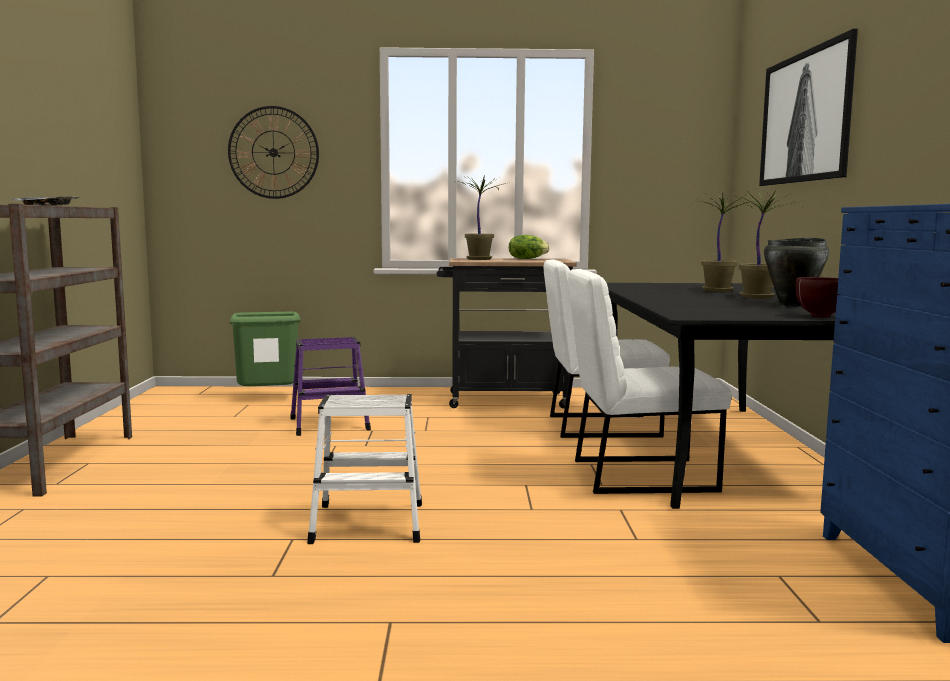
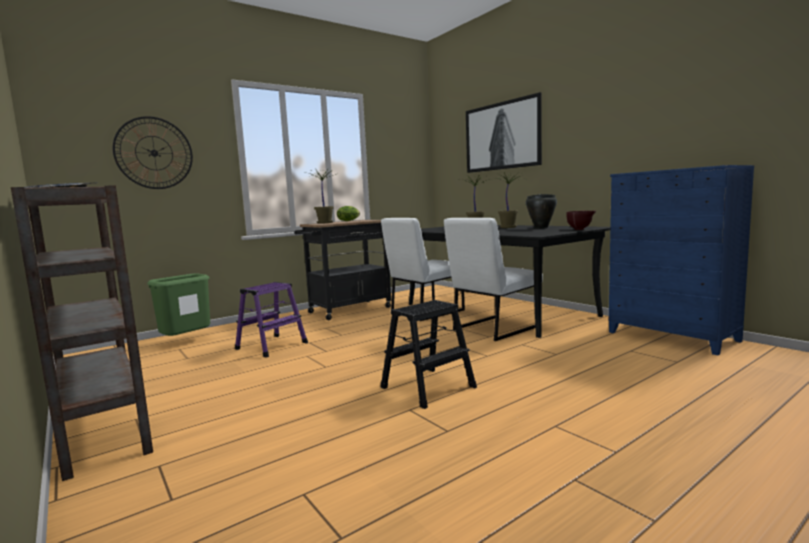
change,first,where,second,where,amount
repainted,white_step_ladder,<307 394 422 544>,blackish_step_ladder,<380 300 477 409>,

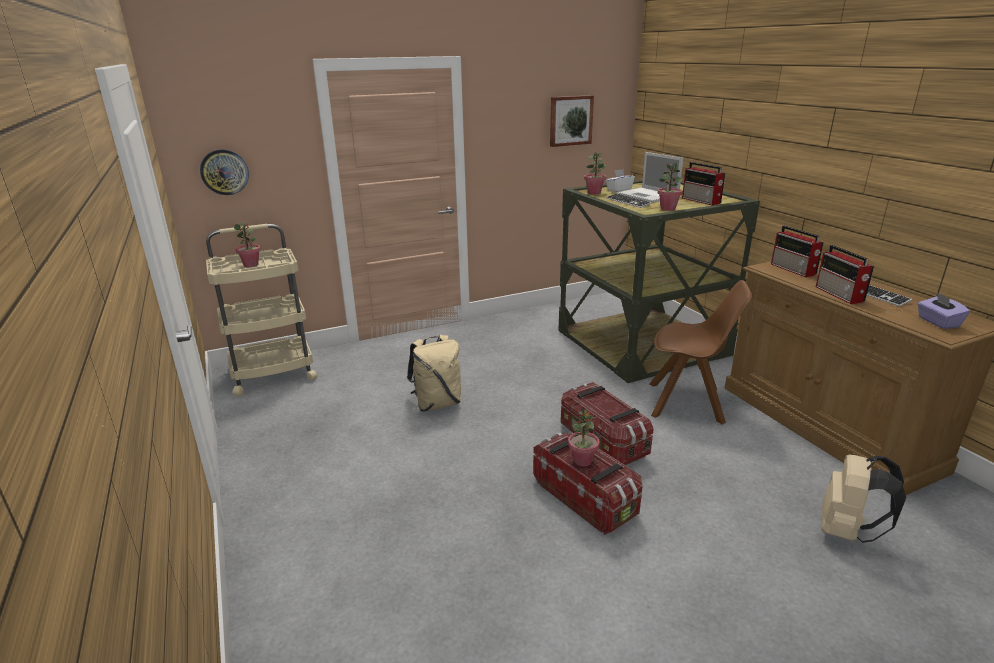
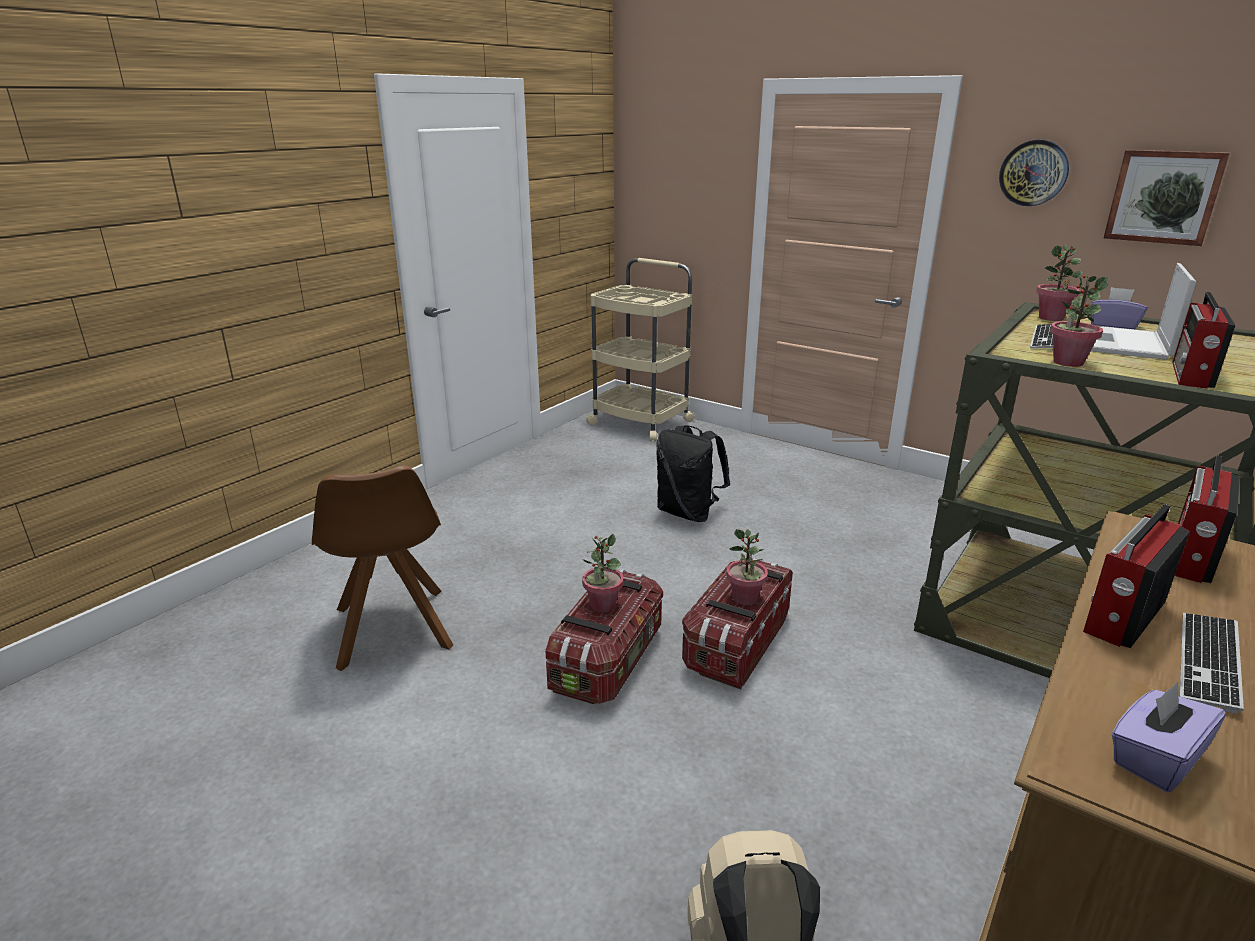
change,first,where,second,where,amount
shifted,hanging_clock,<200 149 249 195>,,<999 140 1069 206>,
shifted,plant_in_a_pot,<234 223 261 267>,,<727 529 768 605>,
repainted,beige_knapsack,<407 335 461 412>,blackish_knapsack,<656 425 730 522>,
repainted,white_tissue_holder,<606 169 635 192>,purplish_tissue_holder,<1091 287 1148 329>,
shifted,brown-coloured_chair,<650 280 753 424>,,<312 465 453 671>,

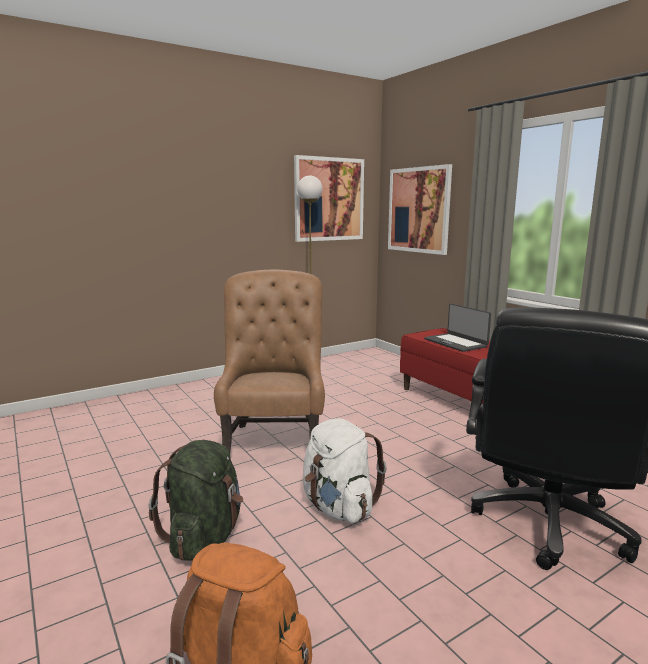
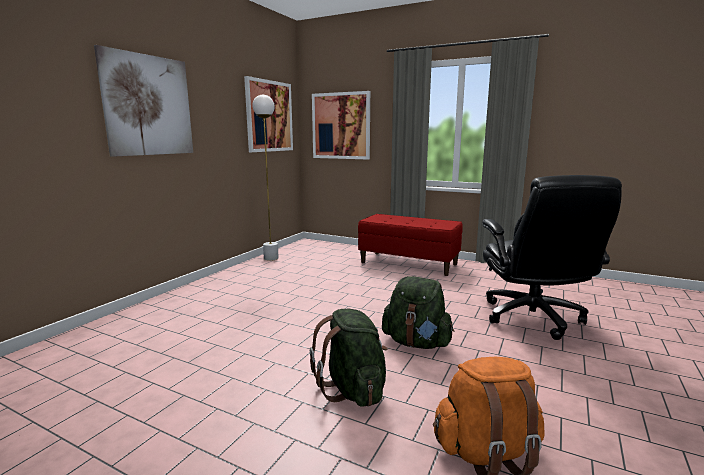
change,first,where,second,where,amount
gone,brown-coloured_chair,<214 270 325 453>,,,
repainted,white_knapsack,<303 419 387 523>,green-coloured_knapsack,<382 276 454 349>,
gone,notebook_computer,<424 303 491 352>,,,
new,,,wall_art,<94 45 193 157>,

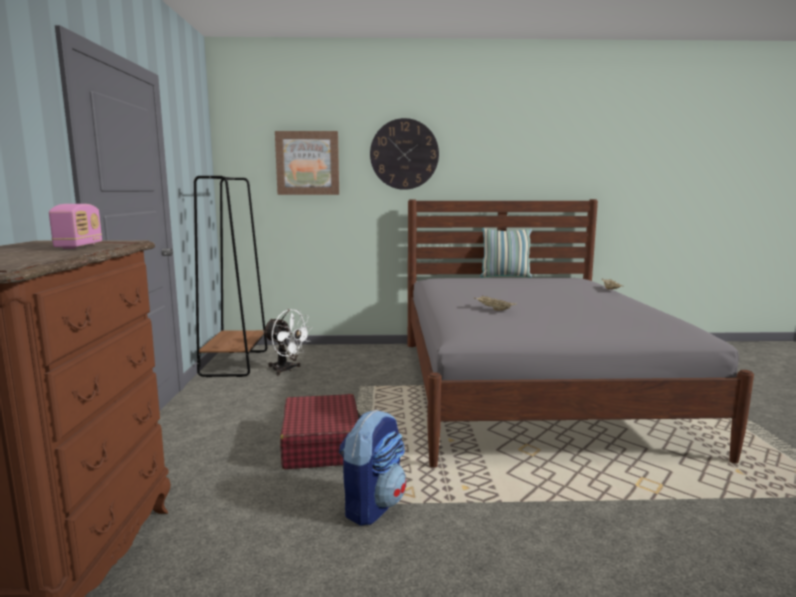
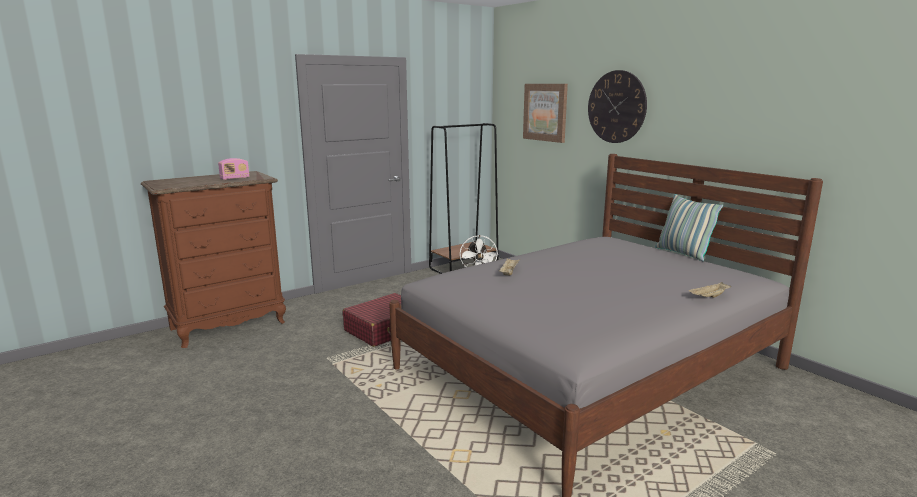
change,first,where,second,where,amount
gone,knapsack,<339 410 406 526>,,,

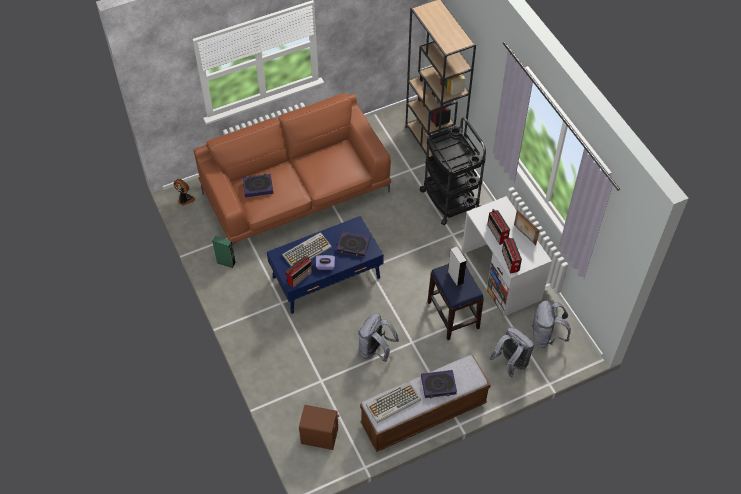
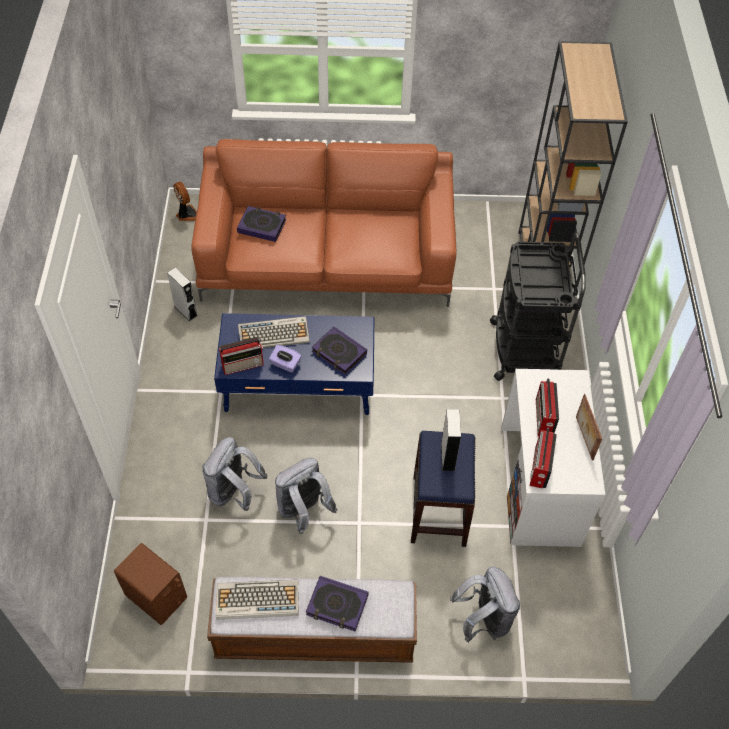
change,first,where,second,where,amount
repainted,green-coloured_audio_speaker,<212 236 236 268>,gray_audio_speaker,<167 268 197 321>,
shifted,gray_knapsack,<532 300 571 348>,,<202 437 268 511>,

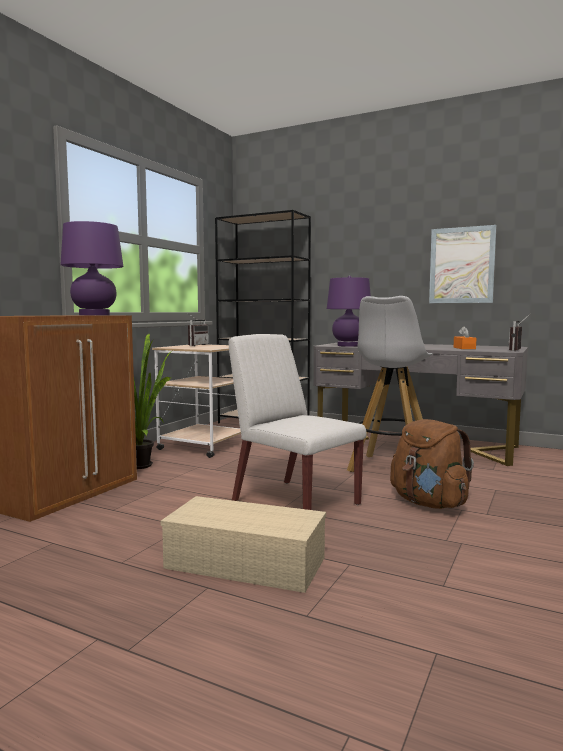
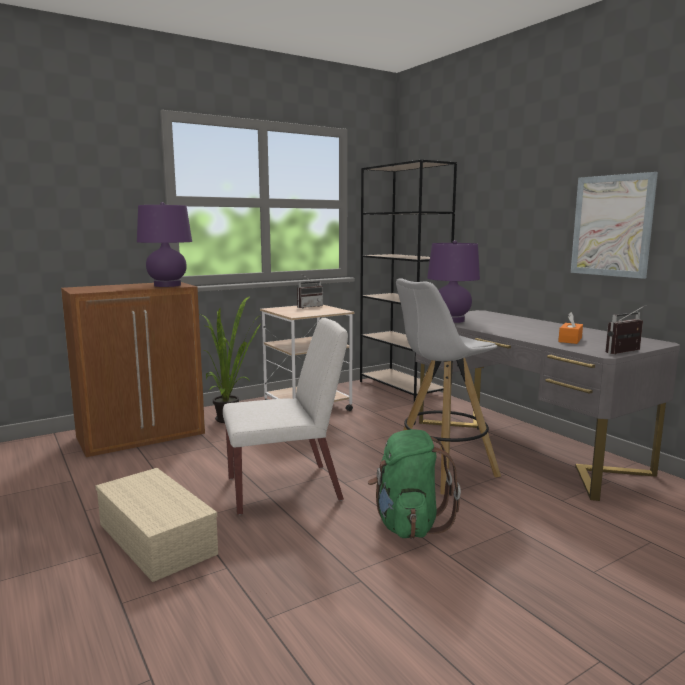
change,first,where,second,where,amount
rotated,white_chair,<229 334 366 510>,,<223 318 348 515>,90 degrees clockwise
repainted,brown-coloured_knapsack,<390 419 474 509>,green-coloured_knapsack,<368 429 461 538>,

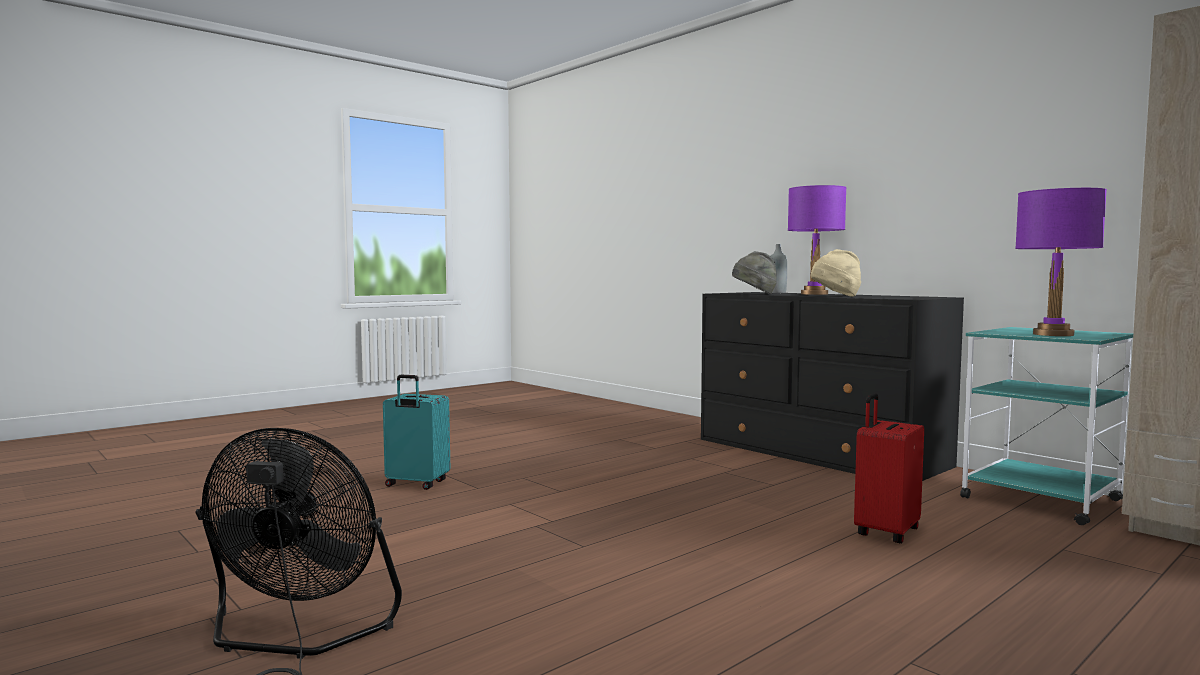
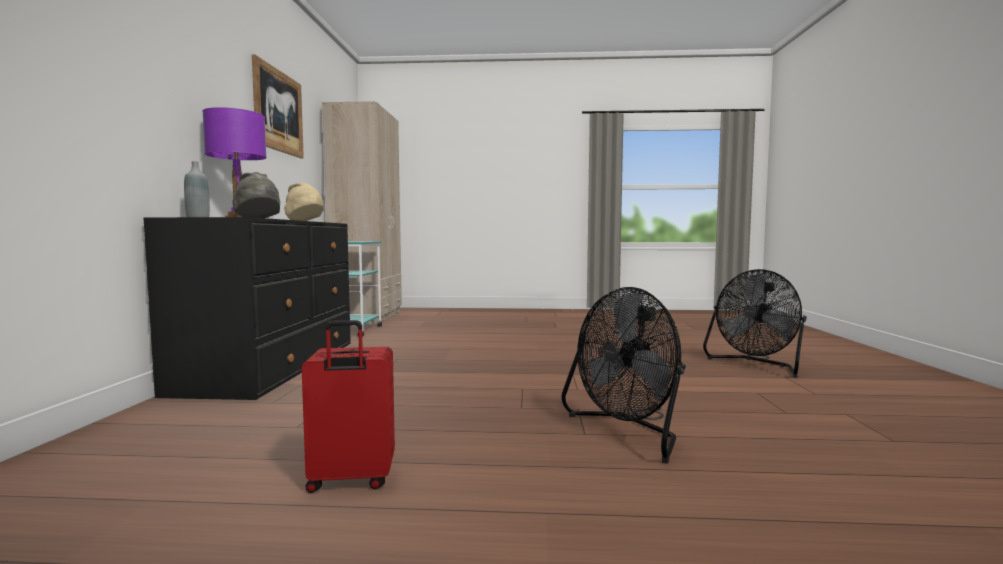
change,first,where,second,where,amount
swapped,turquoise-coloured_travel_case,<383 375 450 490>,blackish_electric_fan,<562 287 686 464>,
shifted,red-coloured_travel_case,<854 393 924 543>,,<302 320 395 493>,
gone,purplish_table_lamp,<1015 188 1107 336>,,,
new,,,wall_art,<252 54 304 158>,

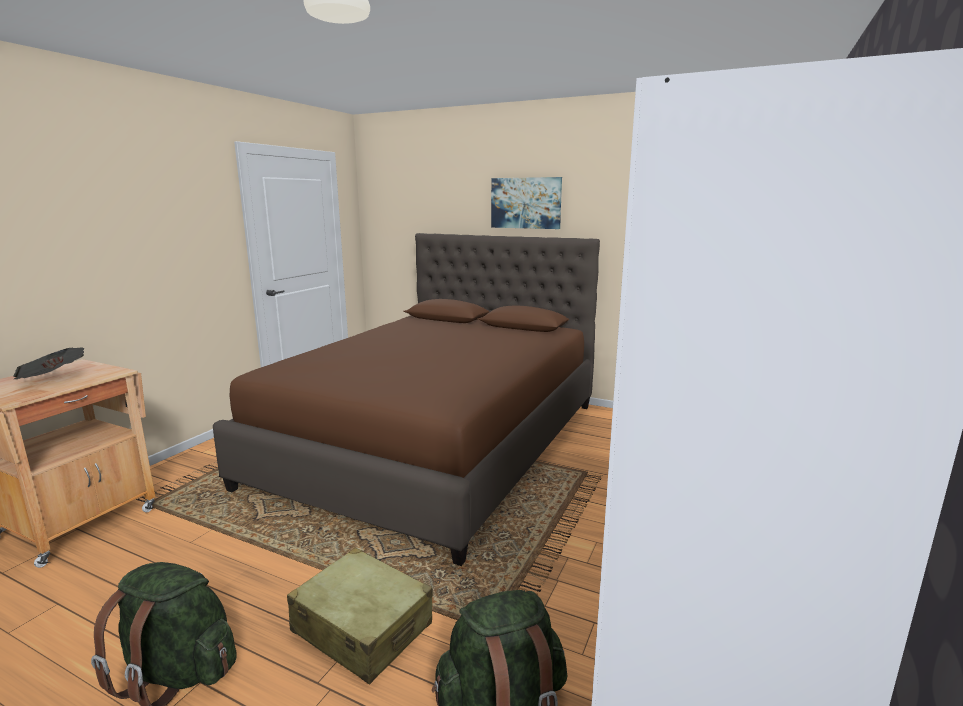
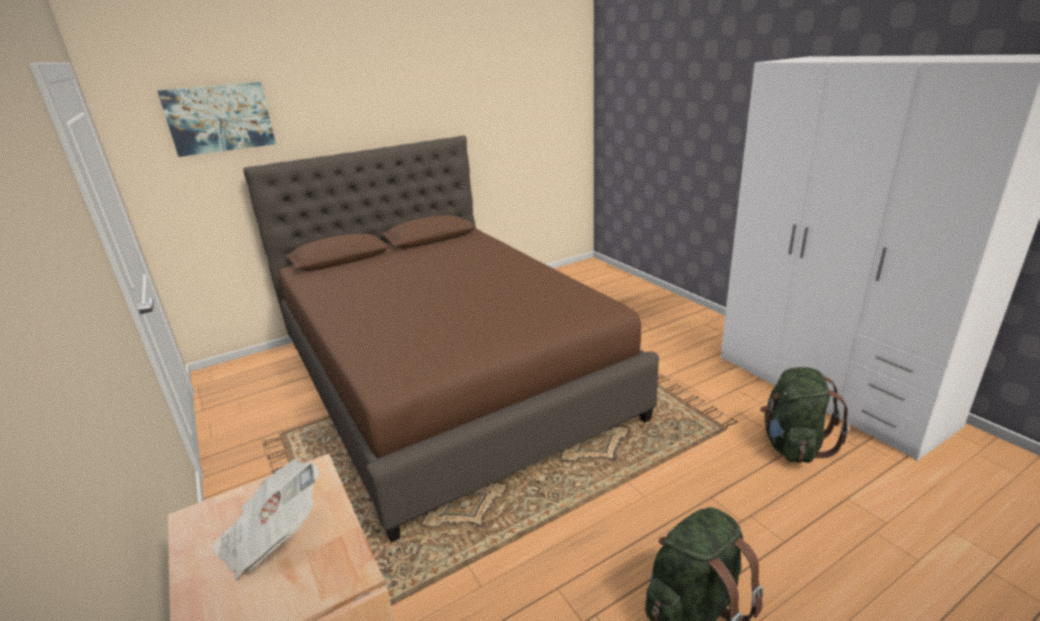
change,first,where,second,where,amount
gone,beige_travel_case,<287 547 433 685>,,,
shifted,wall_art,<491 177 562 229>,,<157 82 276 157>,

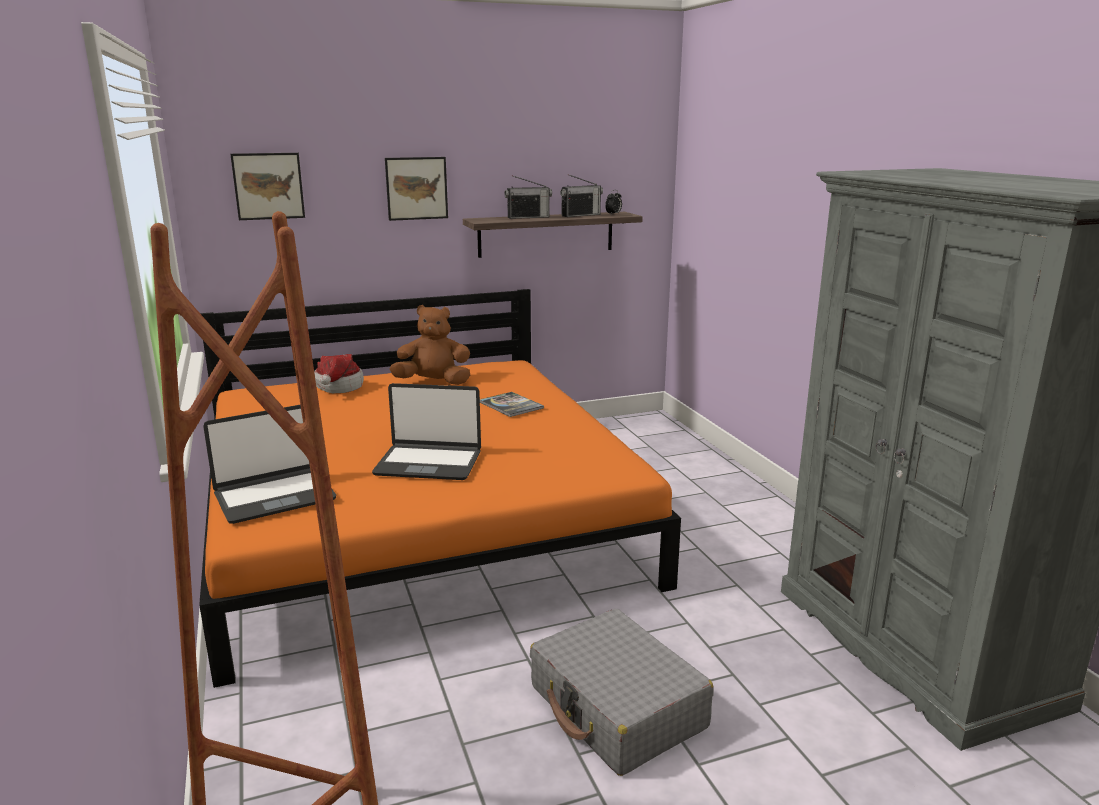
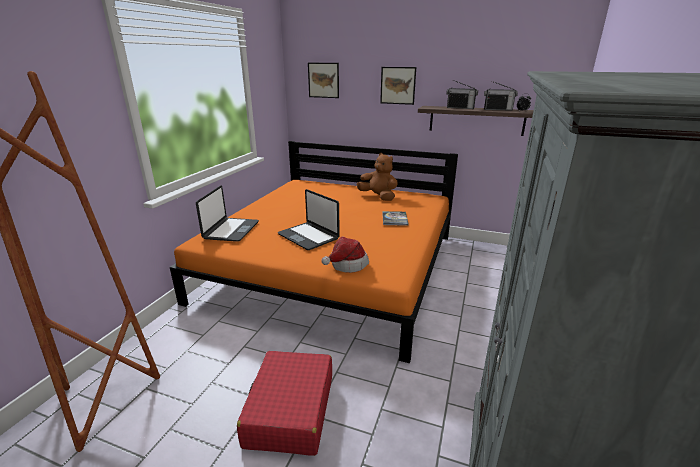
change,first,where,second,where,amount
rotated,notebook_computer,<203 405 336 524>,,<196 186 259 242>,90 degrees counterclockwise
shifted,wearable_hat,<314 354 364 393>,,<321 236 369 273>,
repainted,gray_travel_case,<530 609 714 776>,red-coloured_travel_case,<237 351 332 456>,

